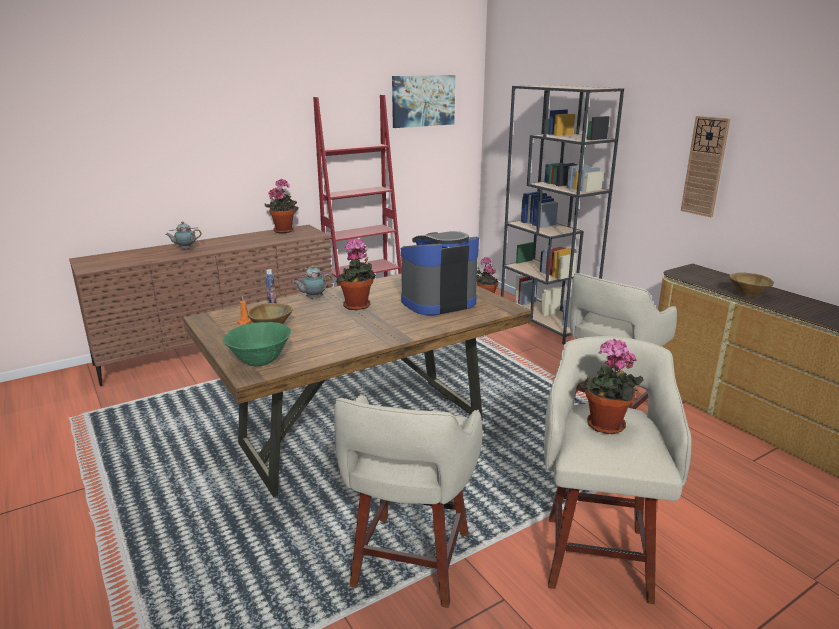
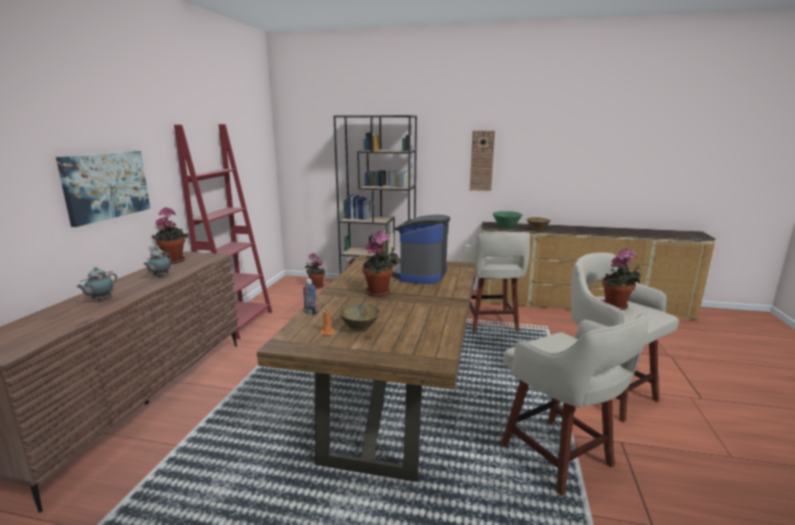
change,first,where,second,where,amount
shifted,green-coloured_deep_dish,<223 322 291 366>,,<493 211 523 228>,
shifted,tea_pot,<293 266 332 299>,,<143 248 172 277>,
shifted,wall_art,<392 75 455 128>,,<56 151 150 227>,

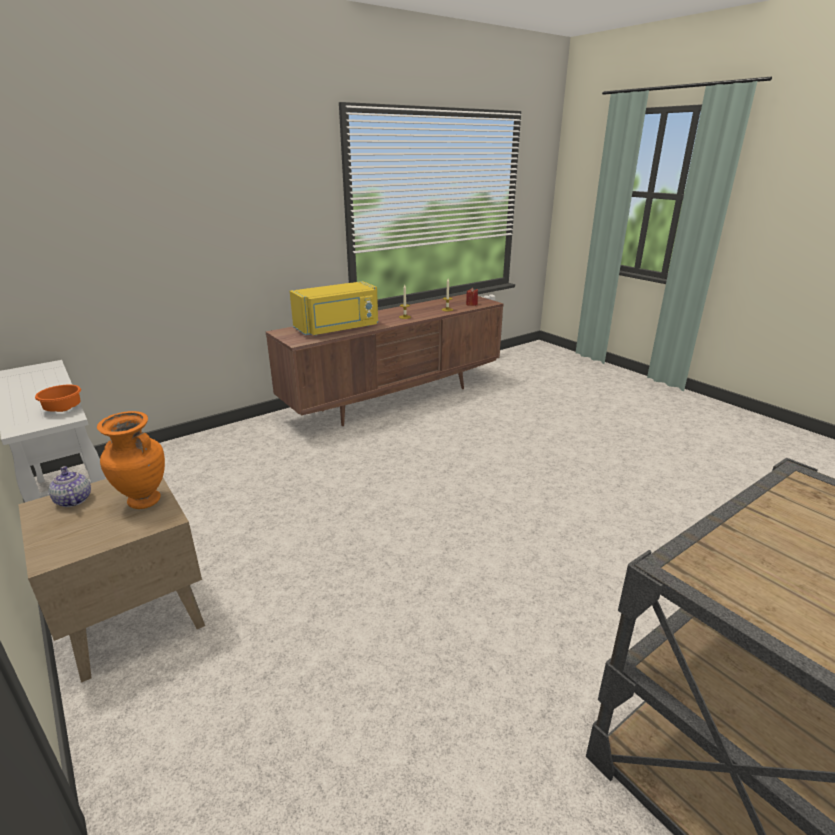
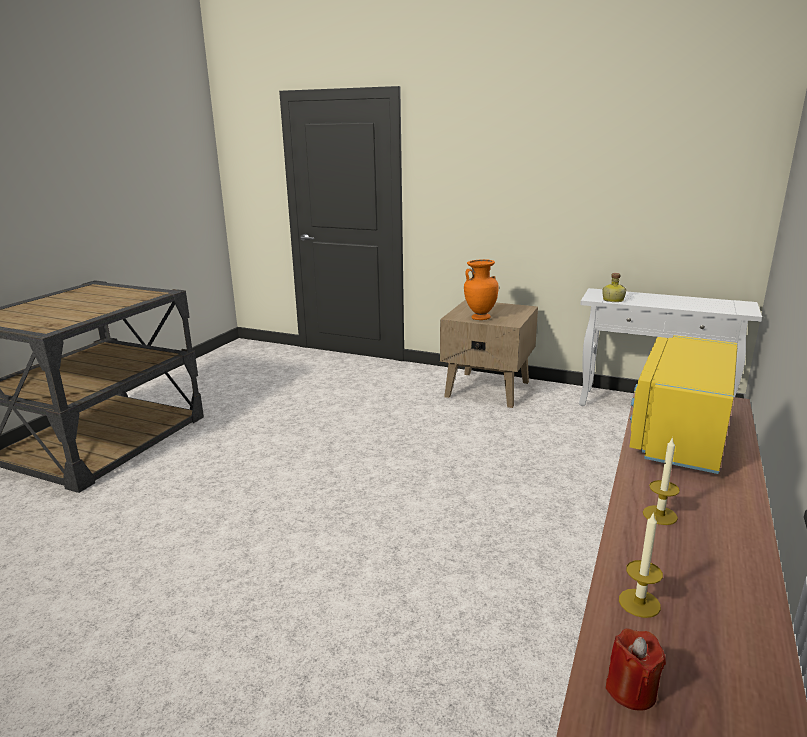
change,first,where,second,where,amount
swapped,orangey_deep_dish,<35 385 81 412>,beverage_bottle,<602 273 626 302>,
gone,tea_pot,<49 466 91 507>,,,

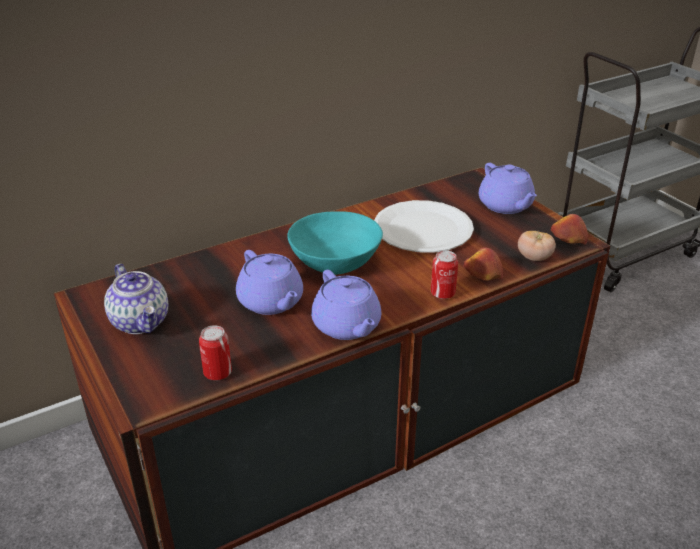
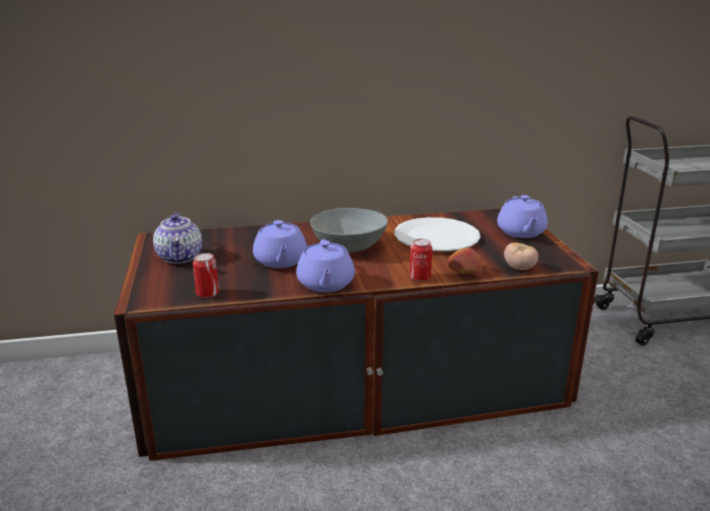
change,first,where,second,where,amount
repainted,turquoise-coloured_deep_dish,<287 211 383 275>,gray_deep_dish,<310 208 388 253>,
gone,whole_apple,<551 214 588 245>,,,

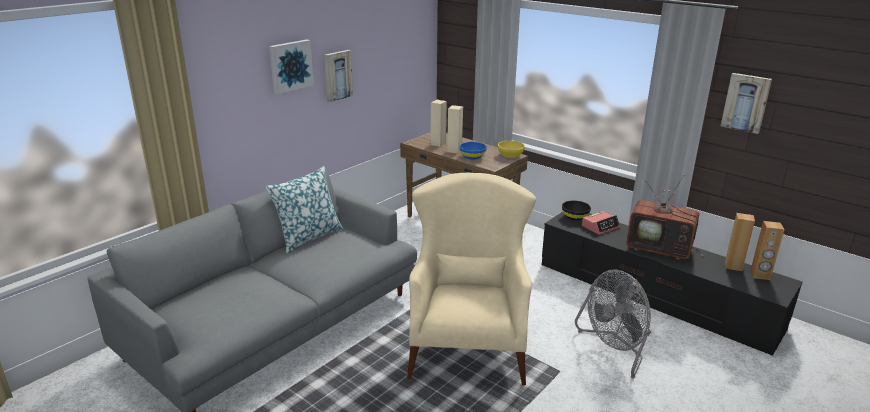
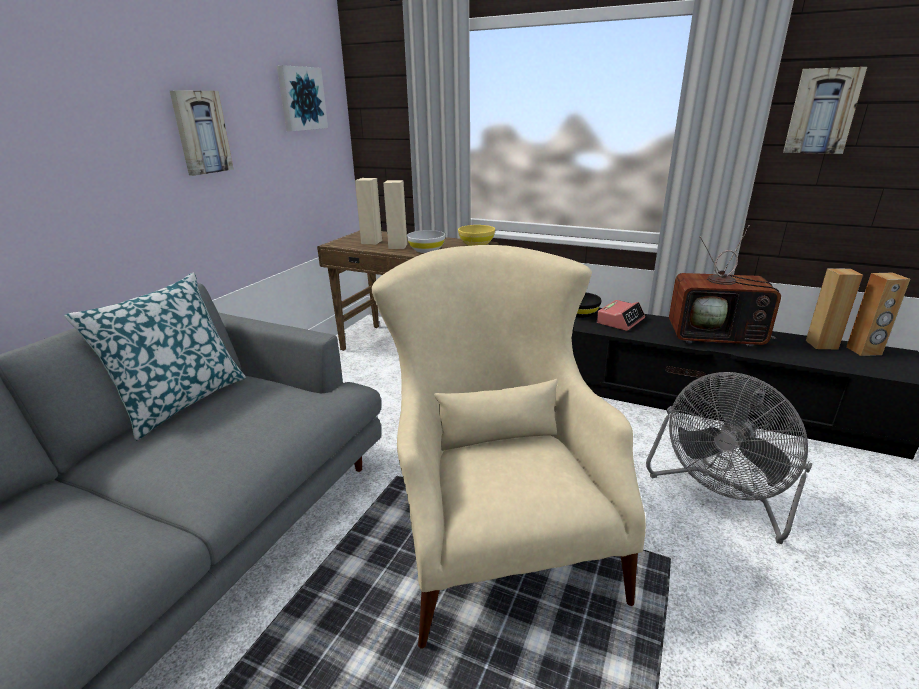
change,first,where,second,where,amount
shifted,wall_art,<269 40 314 94>,,<277 65 328 131>,
repainted,blue-coloured_deep_dish,<459 142 487 160>,white_deep_dish,<407 230 445 253>,

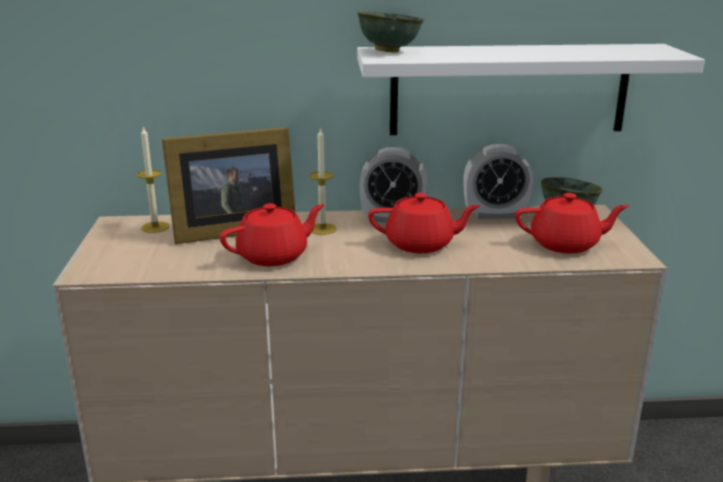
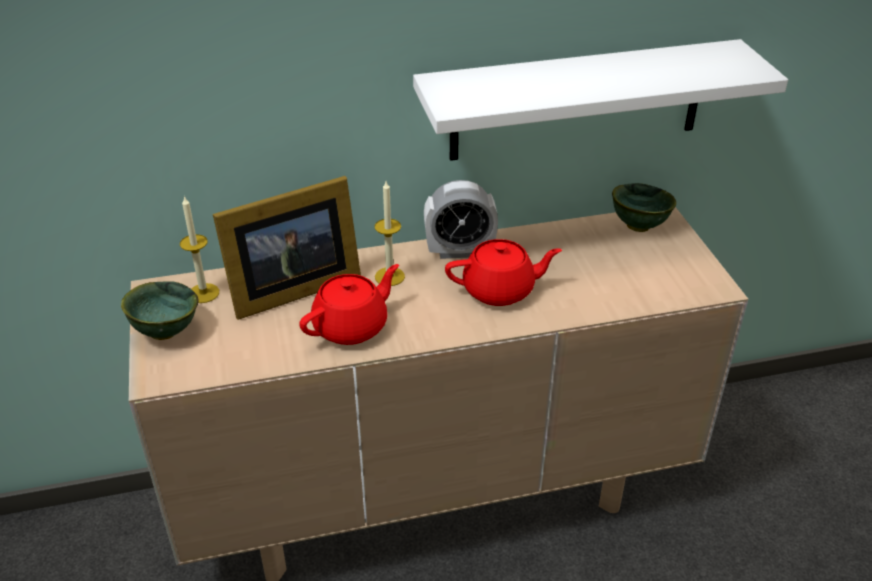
change,first,where,second,where,amount
shifted,green-coloured_deep_dish,<357 11 424 53>,,<121 282 199 340>,
gone,table_clock,<463 144 533 219>,,,
gone,red-coloured_tea_pot,<515 193 629 254>,,,

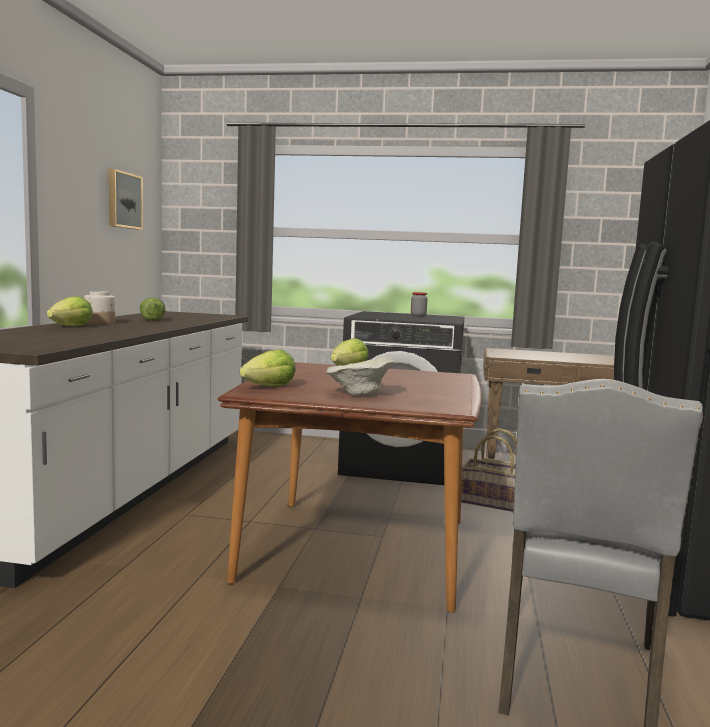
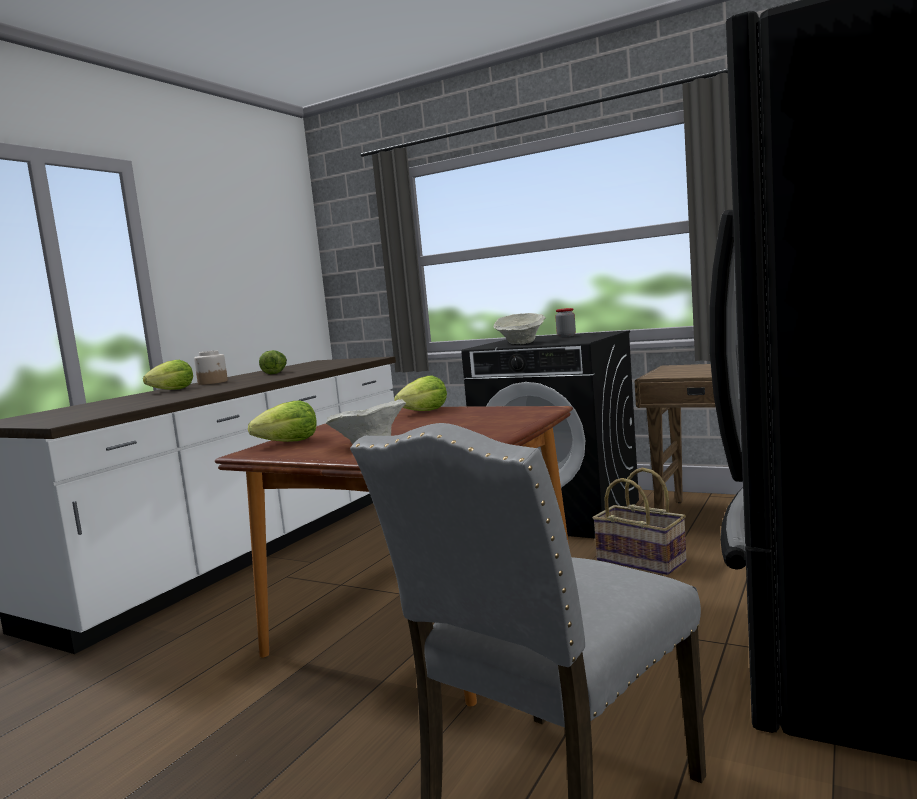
change,first,where,second,where,amount
gone,wall_art,<108 169 143 230>,,,
new,,,beige_deep_dish,<493 313 546 344>,

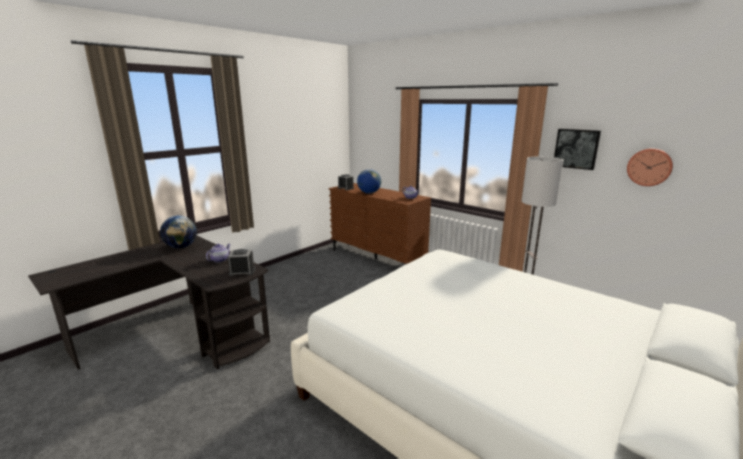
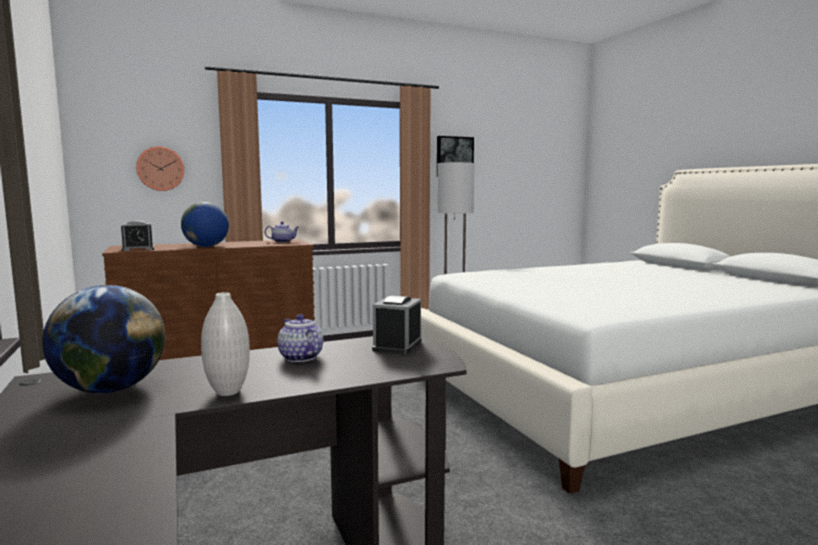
change,first,where,second,where,amount
shifted,hanging_clock,<627 148 673 186>,,<136 146 184 191>,
new,,,white_vase,<201 292 250 396>,

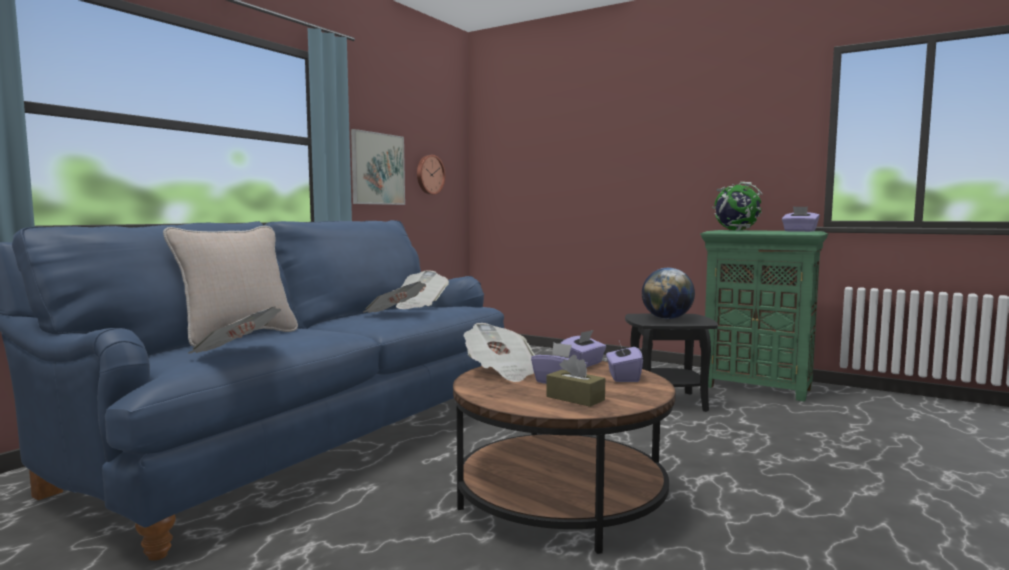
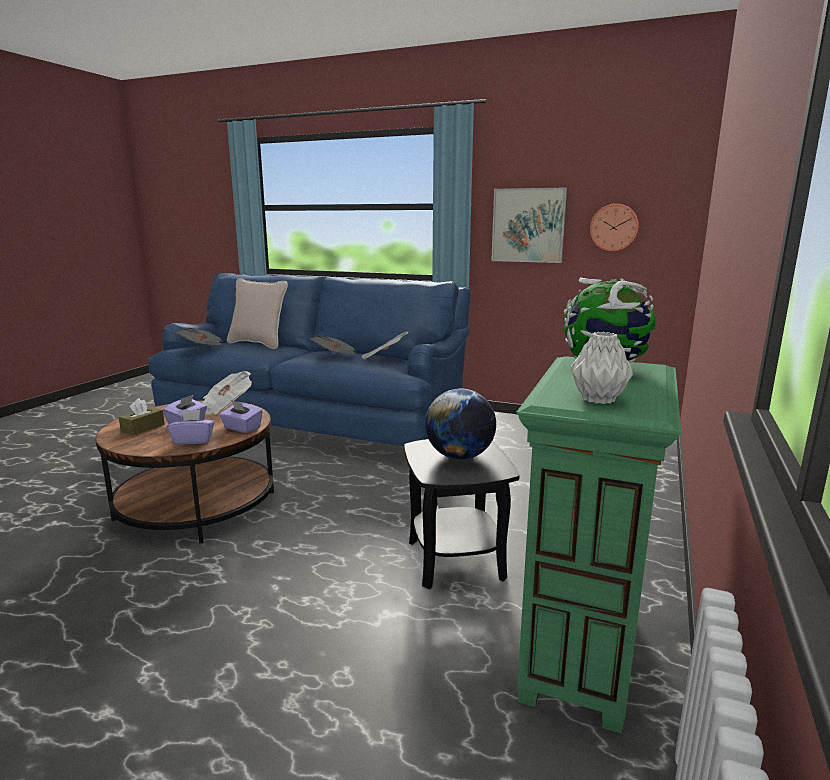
change,first,where,second,where,amount
swapped,purplish_tissue_holder,<782 206 820 232>,gray_vase,<570 332 633 404>,

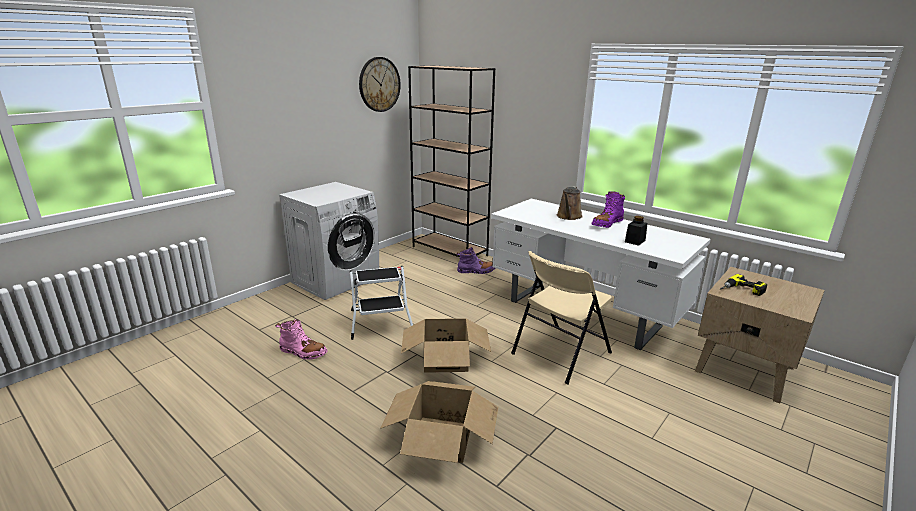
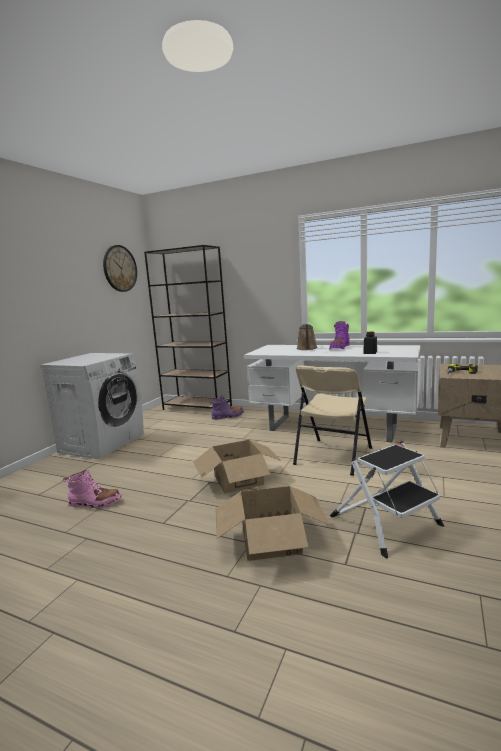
change,first,where,second,where,amount
shifted,step_ladder,<350 266 413 340>,,<330 441 444 559>,

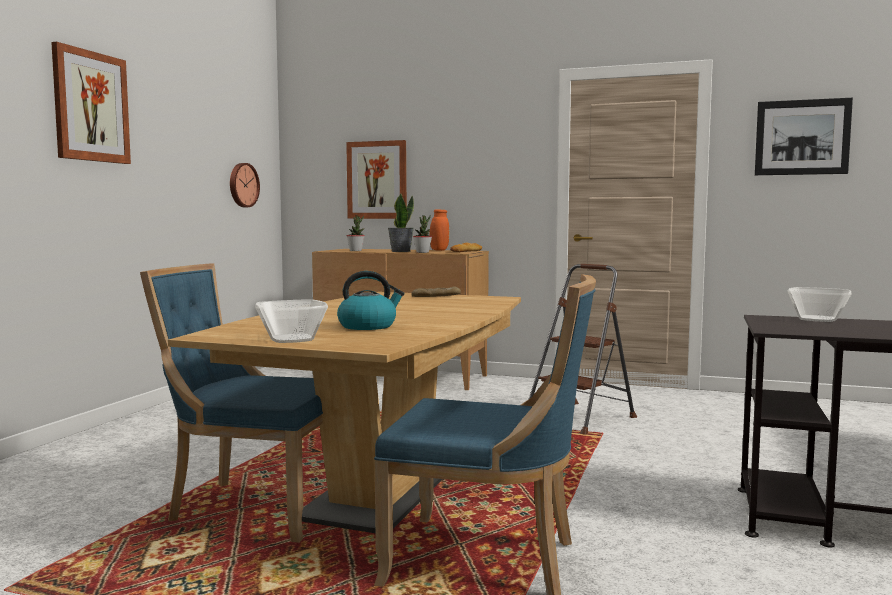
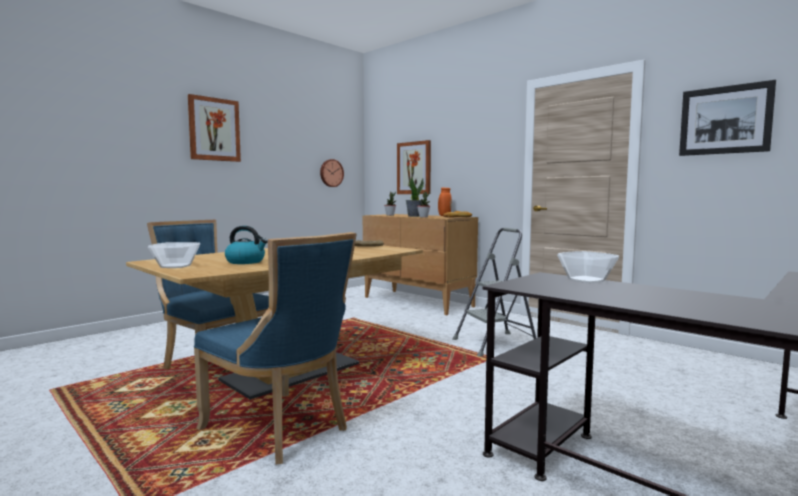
change,first,where,second,where,amount
repainted,brown-coloured_step_ladder,<529 264 637 434>,gray_step_ladder,<452 228 536 357>,

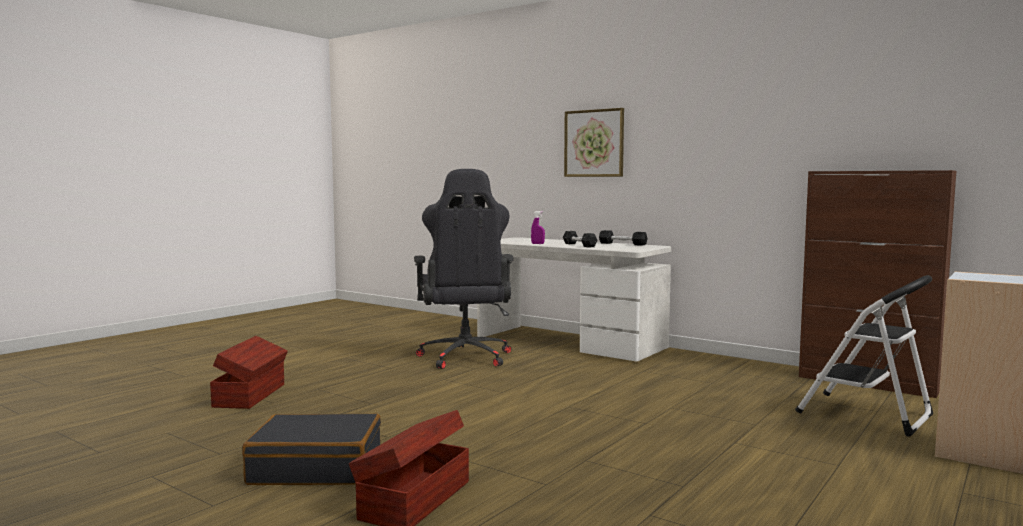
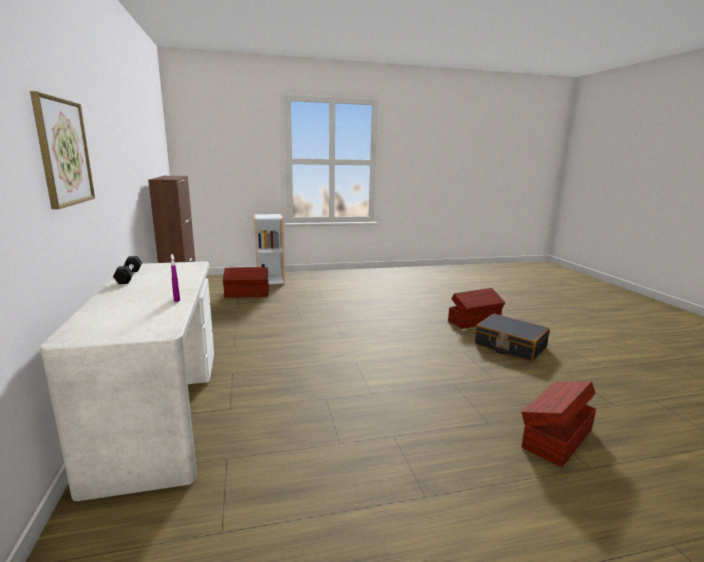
change,first,where,second,where,amount
gone,blackish_computer_chair,<414 169 514 369>,,,
gone,blackish_hand_weight,<563 231 597 248>,,,
swapped,step_ladder,<795 275 933 437>,brown-coloured_storage_box,<223 267 269 298>,

